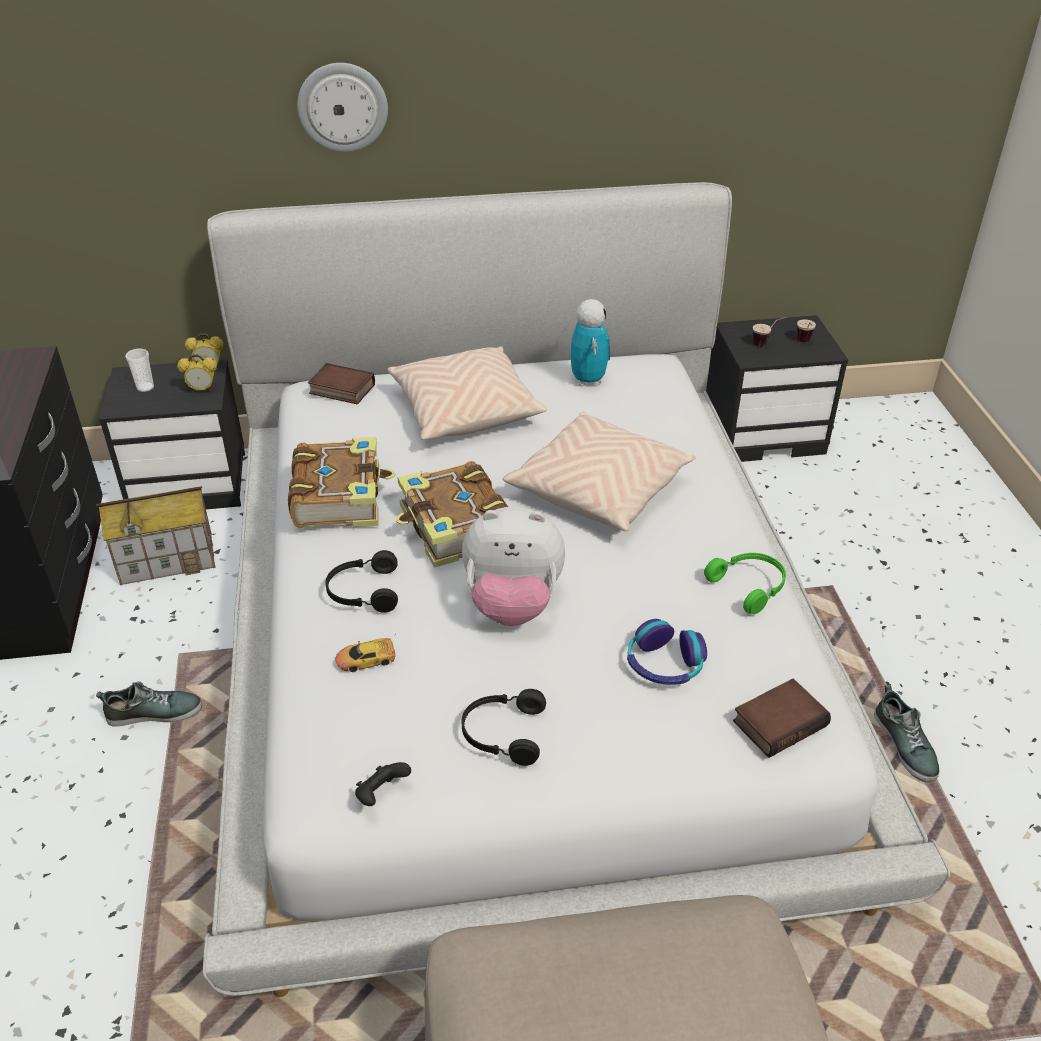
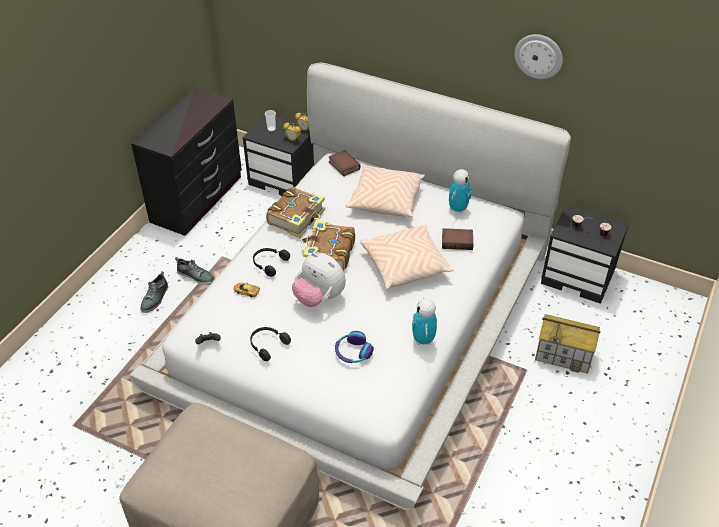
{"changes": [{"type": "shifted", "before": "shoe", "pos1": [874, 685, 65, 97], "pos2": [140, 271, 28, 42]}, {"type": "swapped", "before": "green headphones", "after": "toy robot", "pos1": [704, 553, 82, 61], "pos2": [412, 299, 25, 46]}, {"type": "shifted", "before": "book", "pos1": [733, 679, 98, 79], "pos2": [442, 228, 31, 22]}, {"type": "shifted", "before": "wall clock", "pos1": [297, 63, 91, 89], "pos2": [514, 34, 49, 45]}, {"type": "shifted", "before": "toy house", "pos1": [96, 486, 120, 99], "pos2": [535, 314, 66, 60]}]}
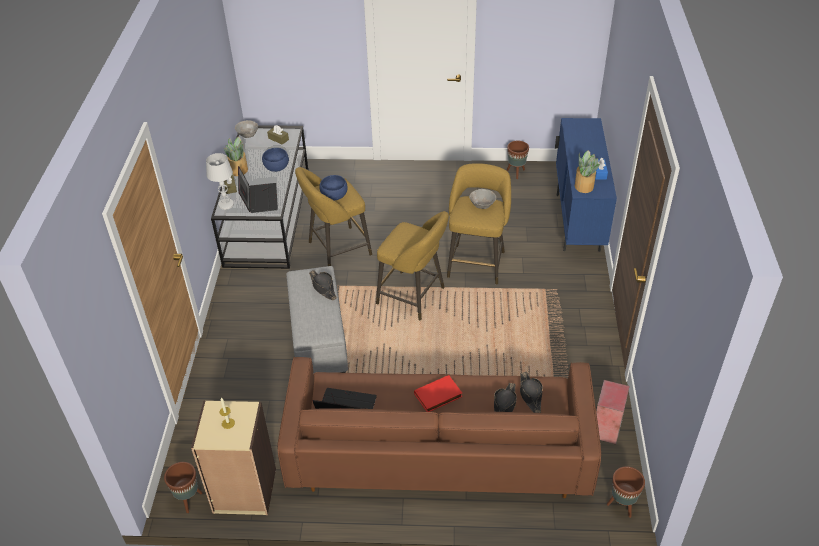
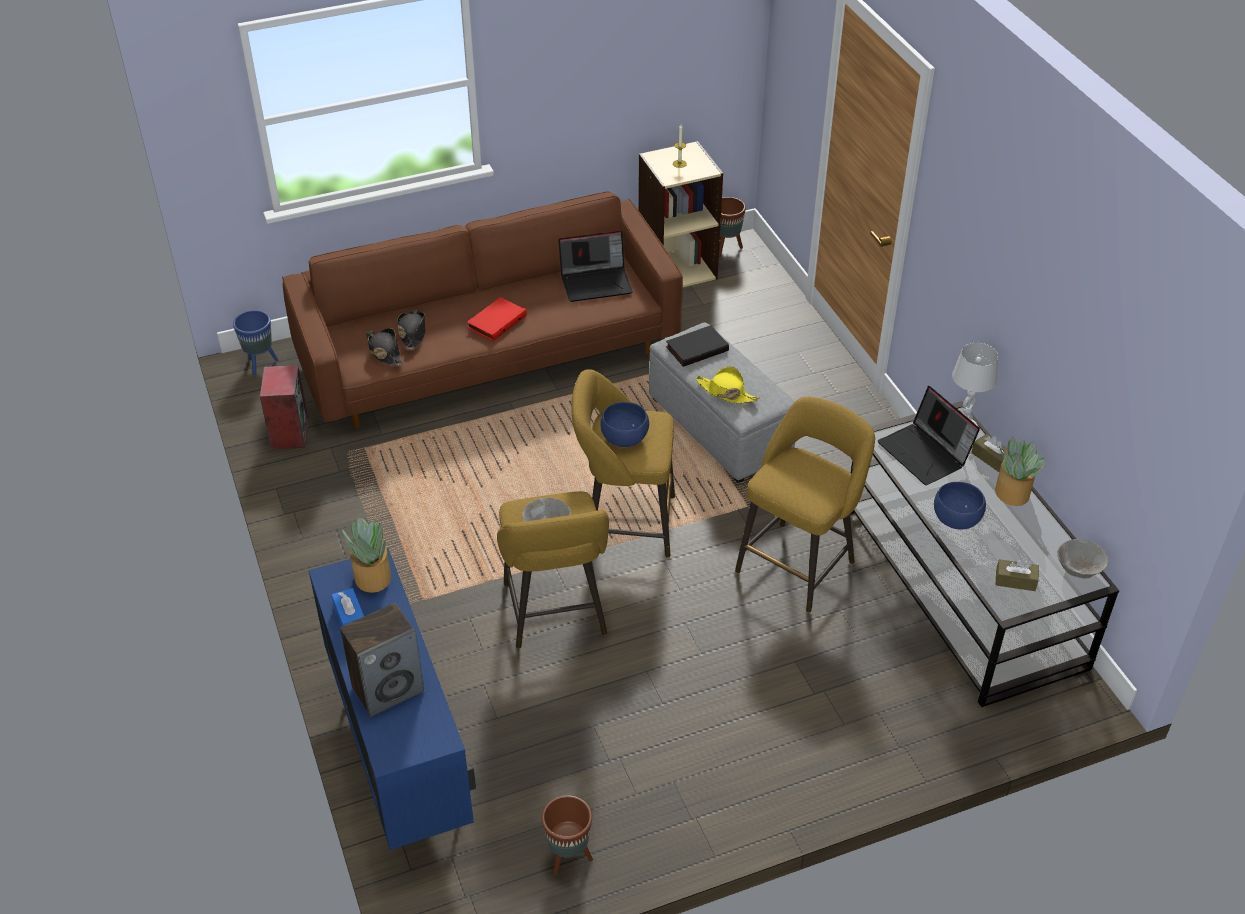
{"changes": [{"type": "repainted", "before": "brown planter", "after": "blue planter", "pos1": [607, 466, 38, 52], "pos2": [233, 310, 46, 65]}, {"type": "new", "after": "speaker", "pos2": [340, 603, 84, 114]}, {"type": "shifted", "before": "blue bowl", "pos1": [319, 175, 29, 25], "pos2": [601, 402, 48, 45]}, {"type": "new", "after": "black book", "pos2": [666, 325, 63, 42]}, {"type": "repainted", "before": "black hat", "after": "yellow hat", "pos1": [309, 270, 28, 30], "pos2": [695, 367, 65, 37]}]}
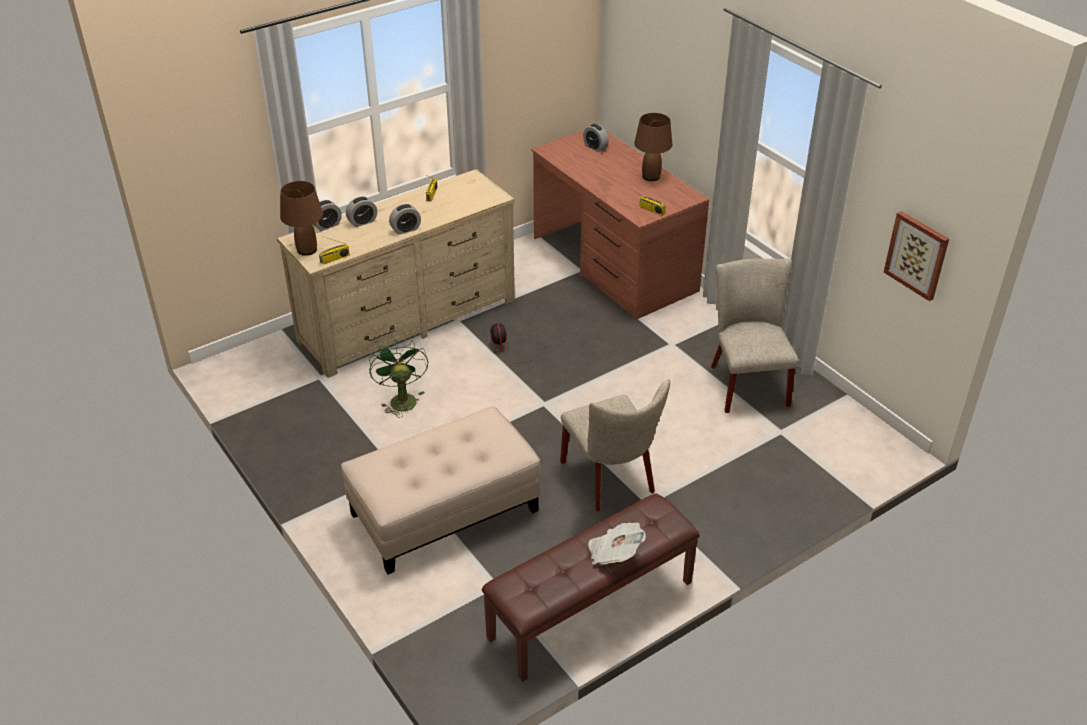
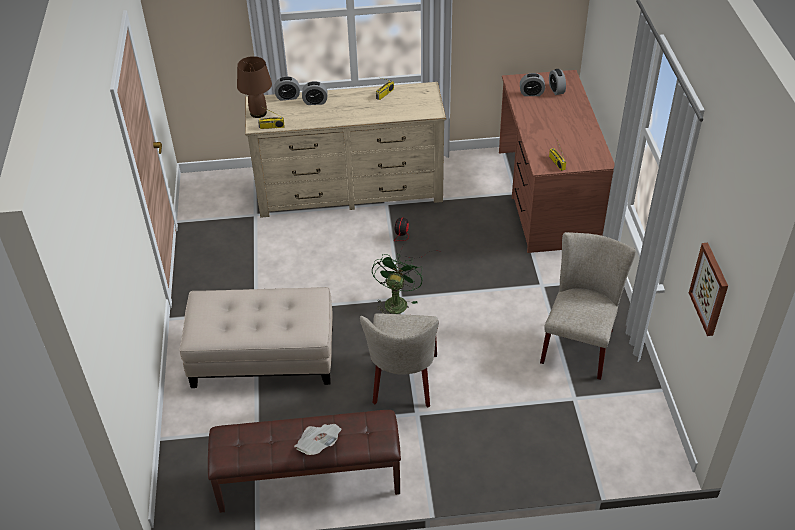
{"changes": [{"type": "shifted", "before": "green fan", "pos1": [369, 340, 59, 78], "pos2": [372, 253, 51, 61]}, {"type": "shifted", "before": "alarm clock", "pos1": [389, 204, 32, 31], "pos2": [520, 73, 25, 23]}, {"type": "gone", "before": "brown table lamp", "pos1": [634, 113, 38, 68]}]}
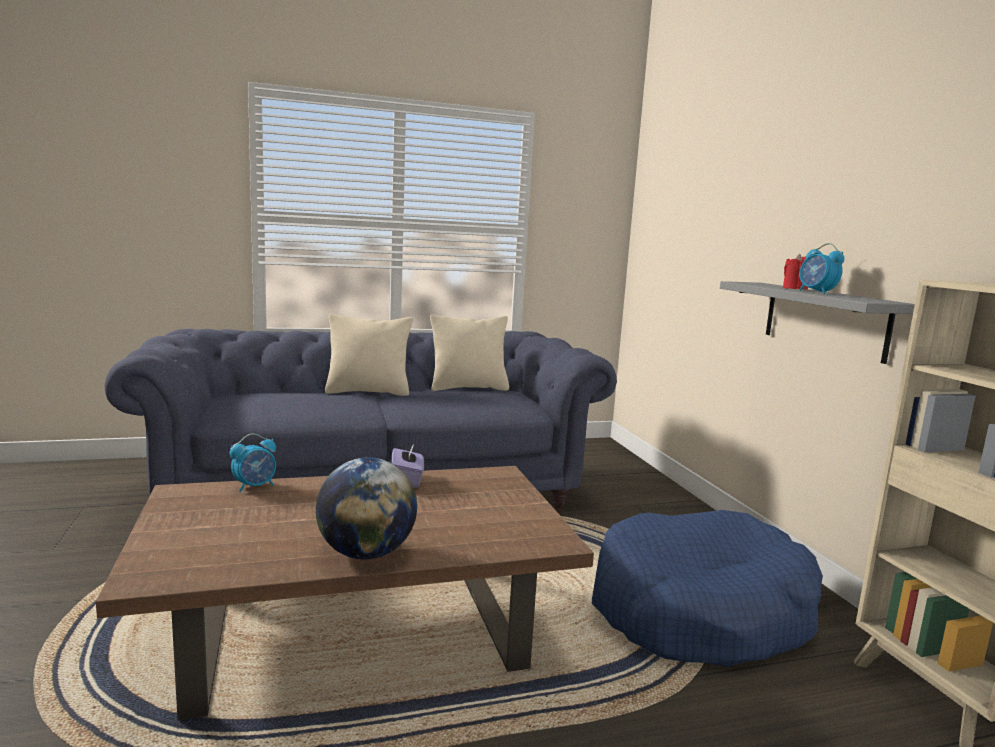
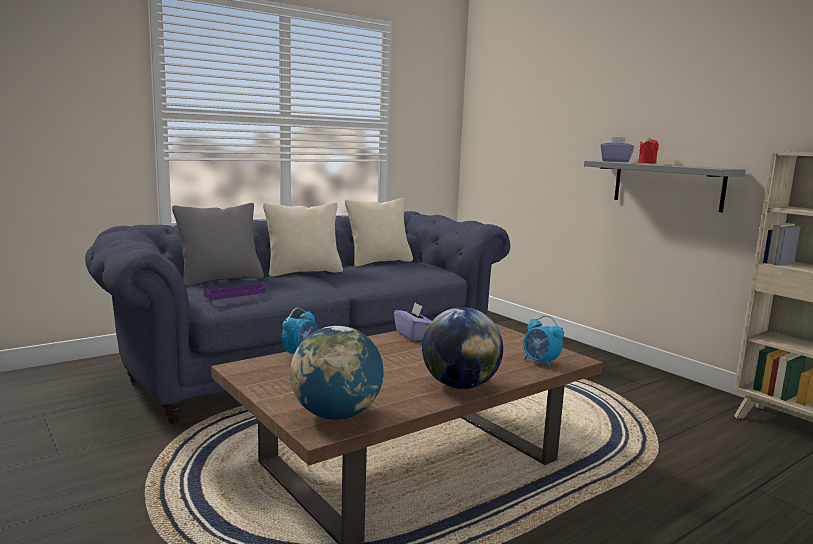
{"changes": [{"type": "new", "after": "grey pillow", "pos2": [172, 203, 92, 83]}, {"type": "new", "after": "purple tray", "pos2": [204, 281, 62, 19]}, {"type": "new", "after": "globe", "pos2": [290, 326, 94, 94]}, {"type": "shifted", "before": "alarm clock", "pos1": [799, 243, 46, 51], "pos2": [523, 315, 41, 53]}, {"type": "new", "after": "purple tissue box", "pos2": [600, 137, 34, 25]}, {"type": "gone", "before": "blue dog bed", "pos1": [592, 510, 231, 157]}]}
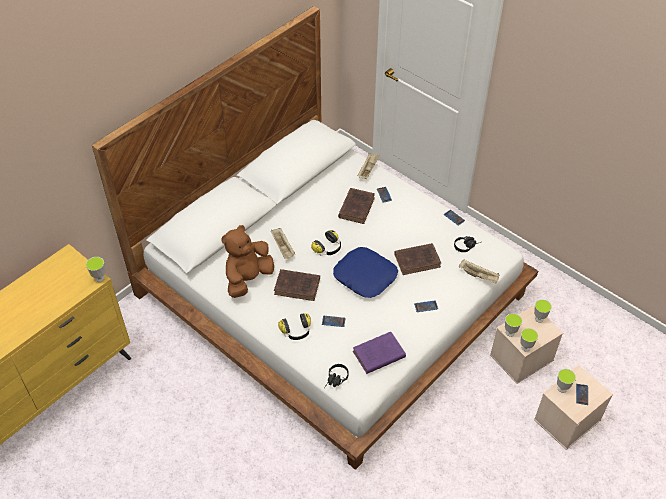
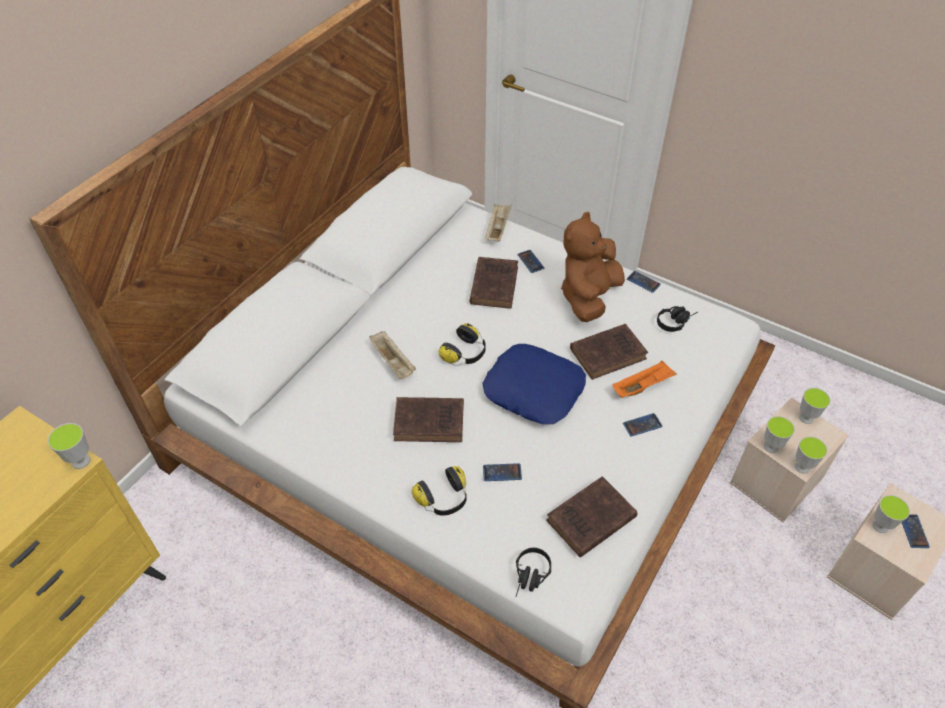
{"changes": [{"type": "repainted", "before": "purple book", "after": "brown book", "pos1": [353, 332, 53, 42], "pos2": [546, 476, 91, 82]}, {"type": "shifted", "before": "brown plush toy", "pos1": [221, 225, 53, 73], "pos2": [561, 212, 64, 110]}, {"type": "new", "after": "orange tray", "pos2": [613, 361, 64, 37]}, {"type": "gone", "before": "beige tray", "pos1": [459, 260, 41, 24]}]}
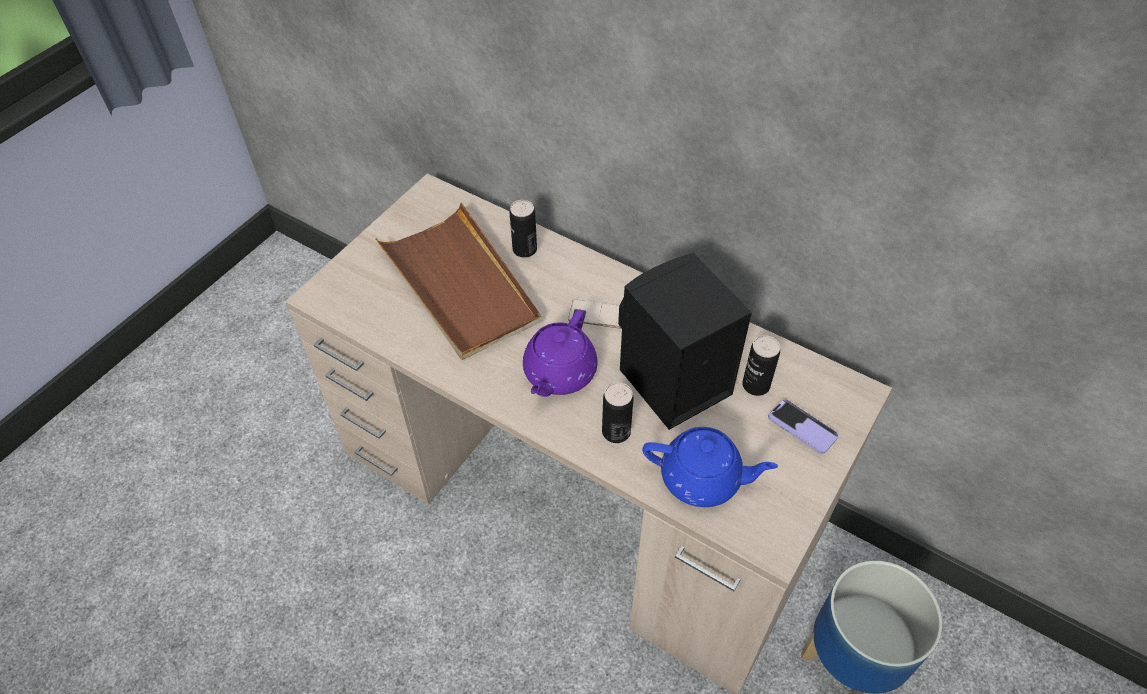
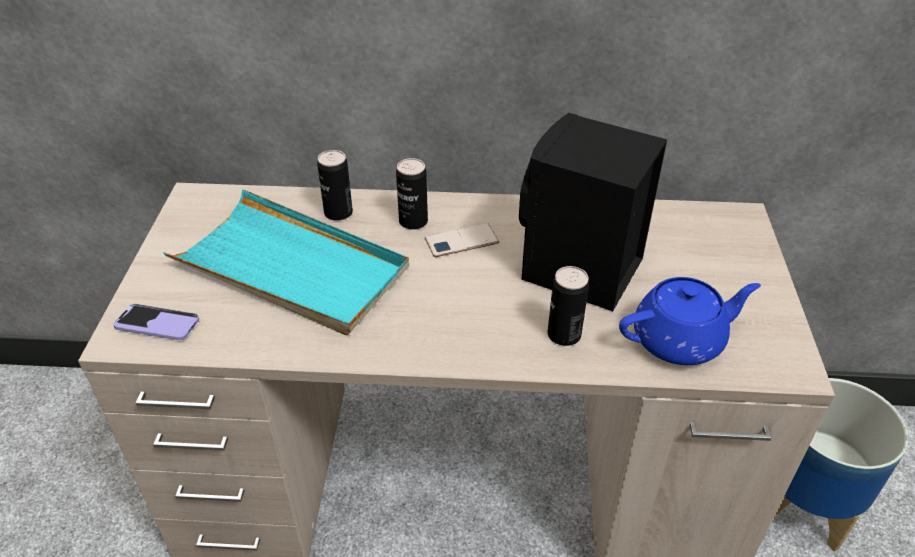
{"changes": [{"type": "shifted", "before": "phone", "pos1": [768, 399, 70, 55], "pos2": [113, 304, 86, 36]}, {"type": "repainted", "before": "brown tray", "after": "turquoise tray", "pos1": [376, 203, 166, 157], "pos2": [163, 189, 246, 146]}, {"type": "shifted", "before": "can", "pos1": [742, 335, 38, 61], "pos2": [396, 158, 32, 72]}, {"type": "gone", "before": "purple teapot", "pos1": [523, 310, 74, 87]}]}
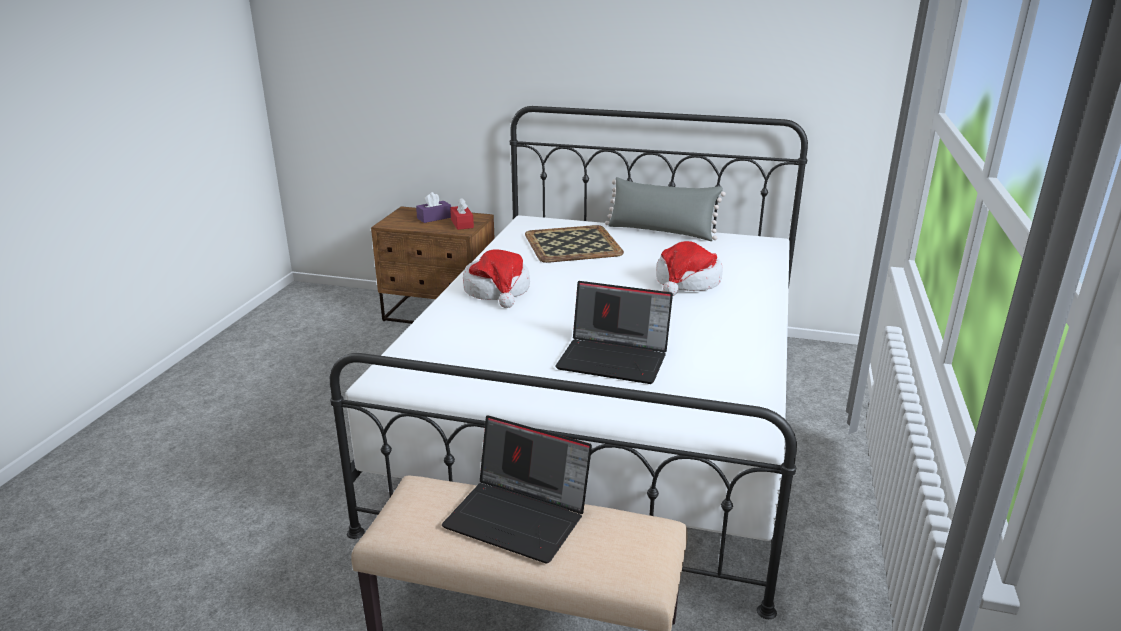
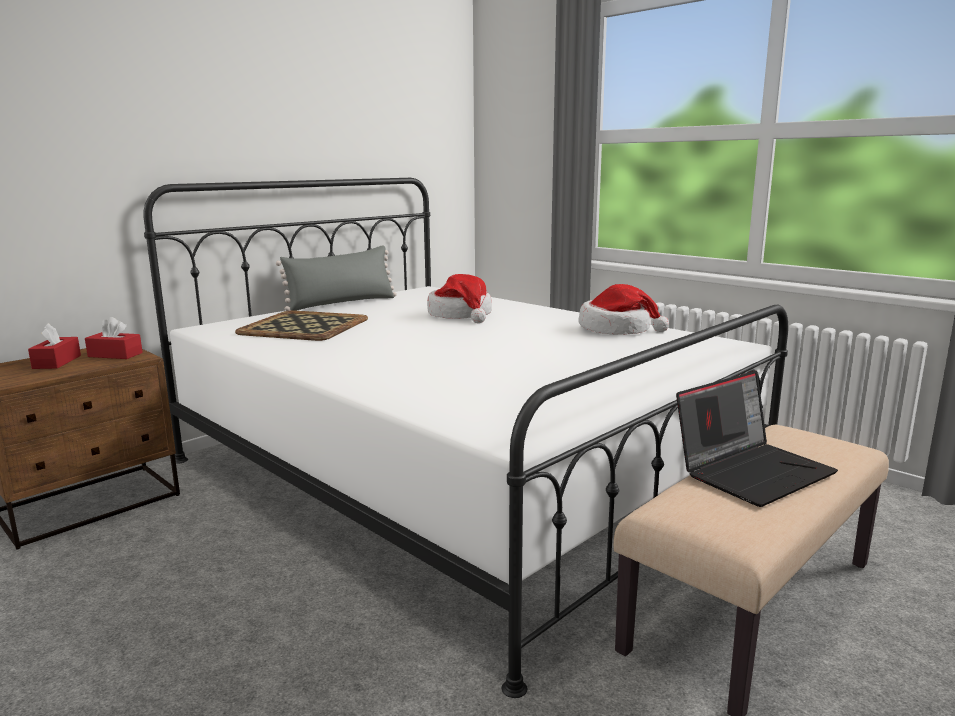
{"changes": [{"type": "repainted", "before": "purple tissue box", "after": "red tissue box", "pos1": [416, 192, 35, 31], "pos2": [28, 323, 53, 46]}, {"type": "shifted", "before": "hat", "pos1": [463, 249, 67, 59], "pos2": [578, 284, 91, 51]}, {"type": "gone", "before": "laptop", "pos1": [555, 281, 118, 103]}]}
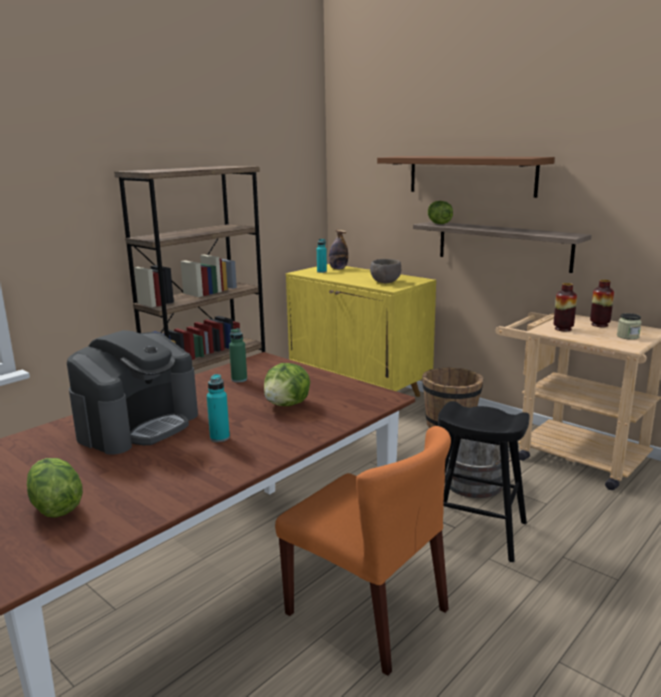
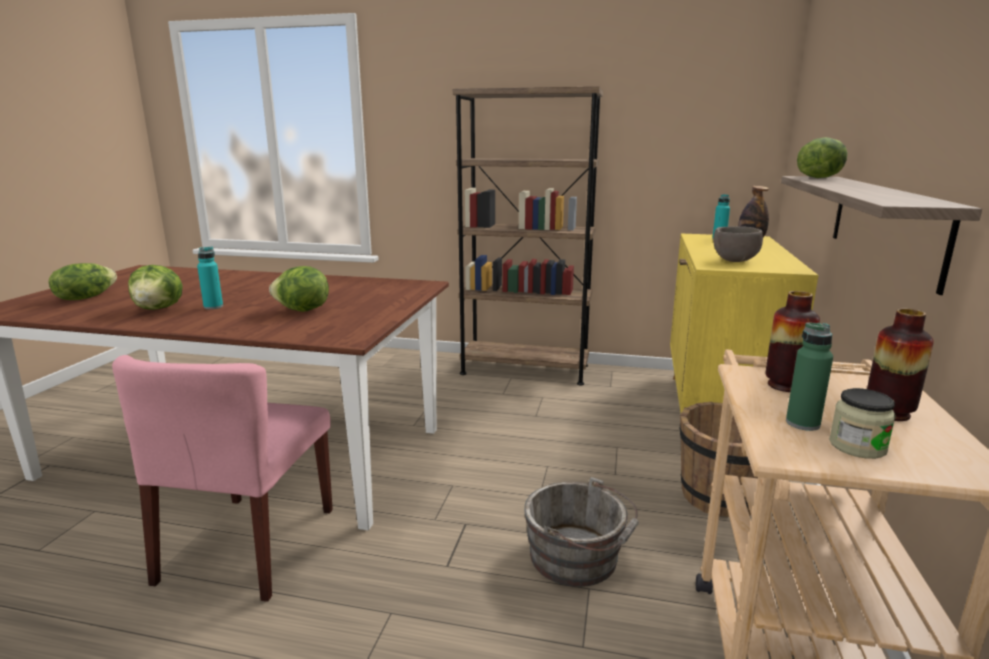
{"changes": [{"type": "repainted", "before": "orange chair", "after": "pink chair", "pos1": [275, 426, 176, 250], "pos2": [112, 355, 221, 247]}, {"type": "new", "after": "lettuce", "pos2": [128, 265, 55, 45]}, {"type": "shifted", "before": "green bottle", "pos1": [229, 328, 18, 54], "pos2": [786, 322, 47, 109]}, {"type": "gone", "before": "coffee machine", "pos1": [67, 330, 131, 125]}, {"type": "gone", "before": "brown shelf", "pos1": [377, 156, 178, 42]}, {"type": "gone", "before": "black stool", "pos1": [438, 401, 91, 161]}]}
